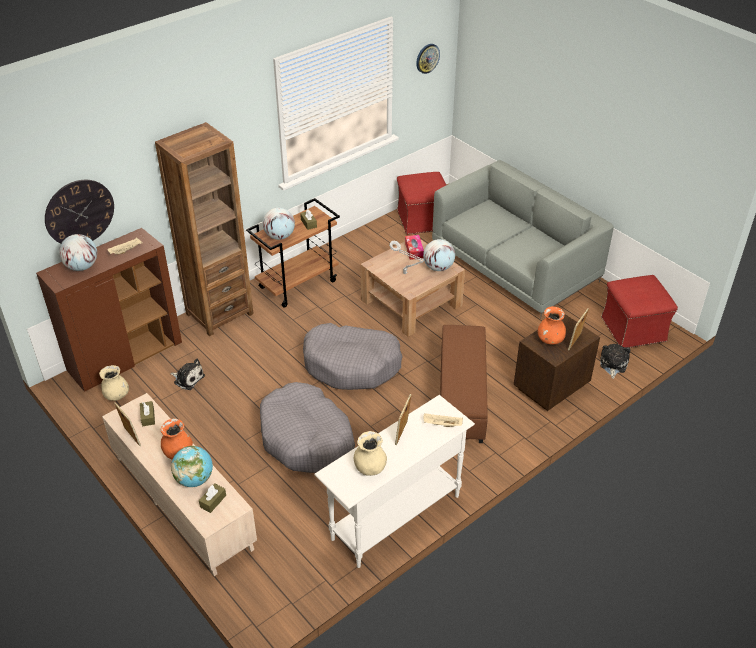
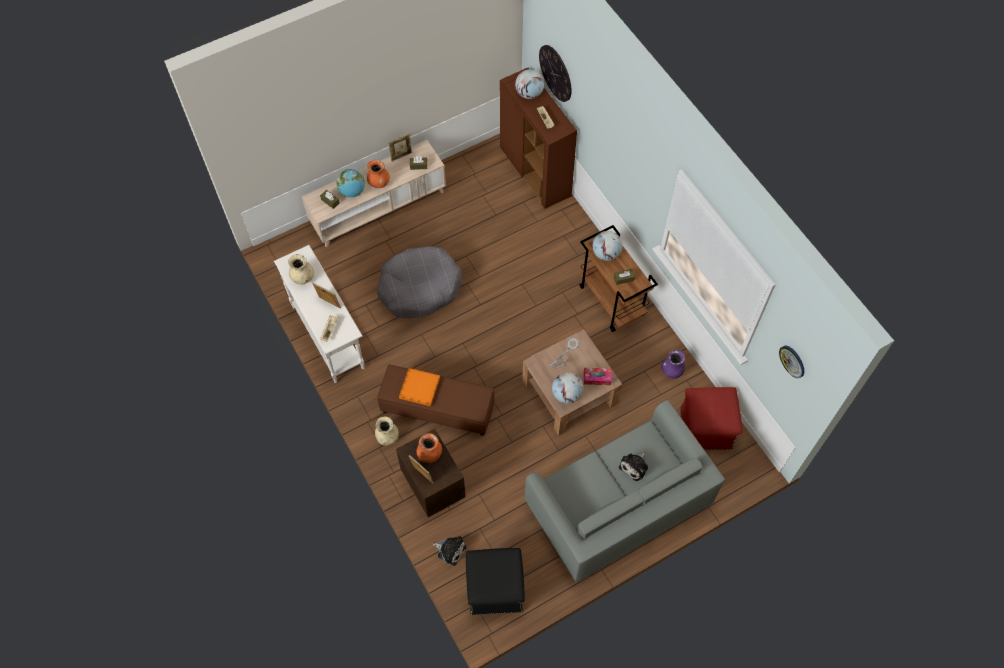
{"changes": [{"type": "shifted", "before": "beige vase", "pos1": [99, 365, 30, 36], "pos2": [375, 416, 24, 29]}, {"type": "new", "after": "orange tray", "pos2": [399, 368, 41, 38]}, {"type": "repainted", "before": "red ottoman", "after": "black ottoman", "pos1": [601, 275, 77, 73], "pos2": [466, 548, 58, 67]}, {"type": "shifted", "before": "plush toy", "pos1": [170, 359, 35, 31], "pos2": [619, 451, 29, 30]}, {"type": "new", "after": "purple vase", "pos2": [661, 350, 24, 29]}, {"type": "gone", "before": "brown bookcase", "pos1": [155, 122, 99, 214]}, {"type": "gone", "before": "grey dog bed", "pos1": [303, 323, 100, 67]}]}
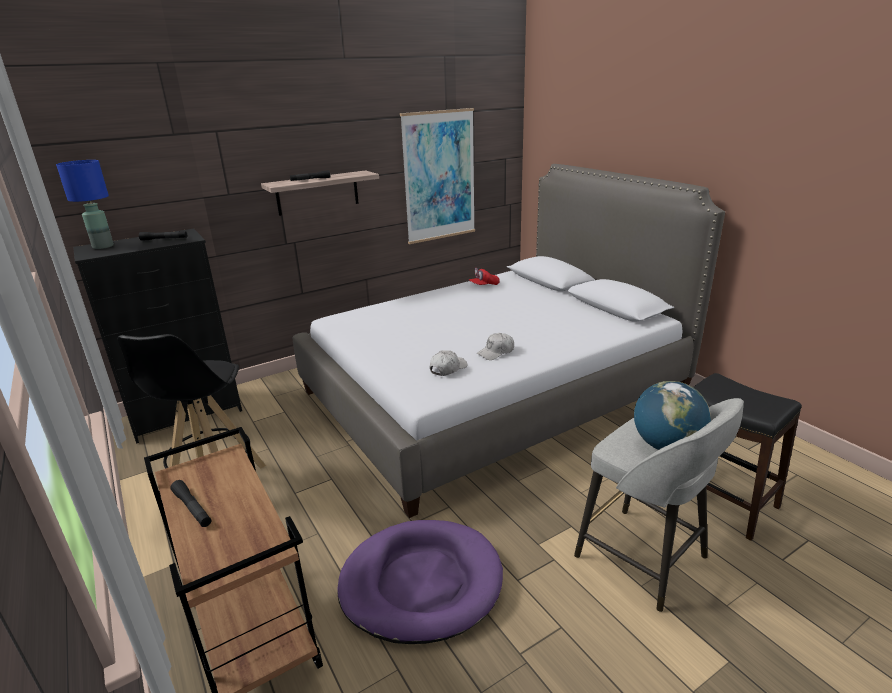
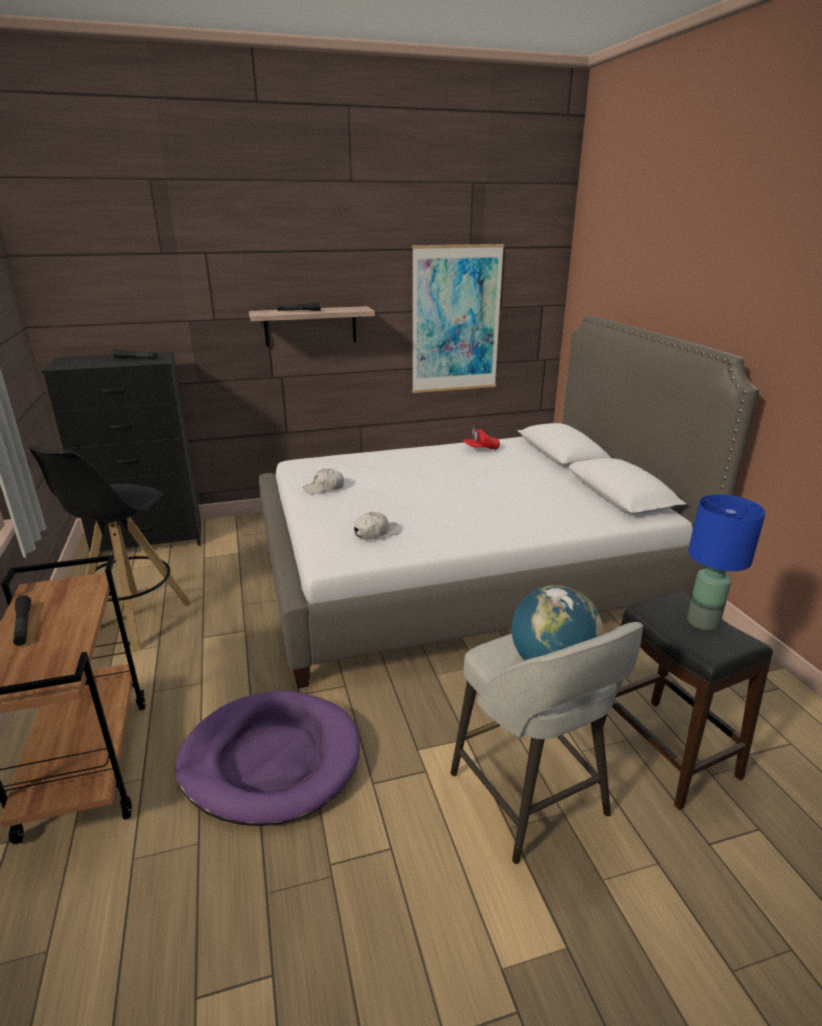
{"changes": [{"type": "shifted", "before": "white cap", "pos1": [477, 333, 37, 27], "pos2": [303, 469, 41, 25]}, {"type": "shifted", "before": "blue table lamp", "pos1": [56, 160, 58, 89], "pos2": [687, 494, 79, 137]}]}
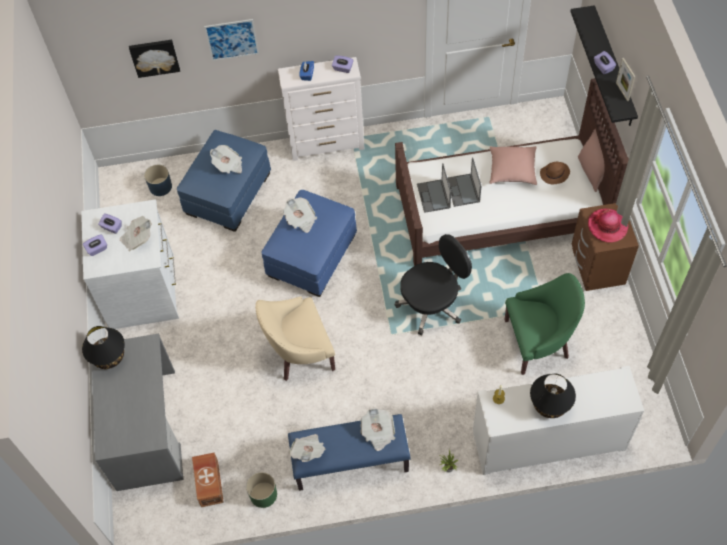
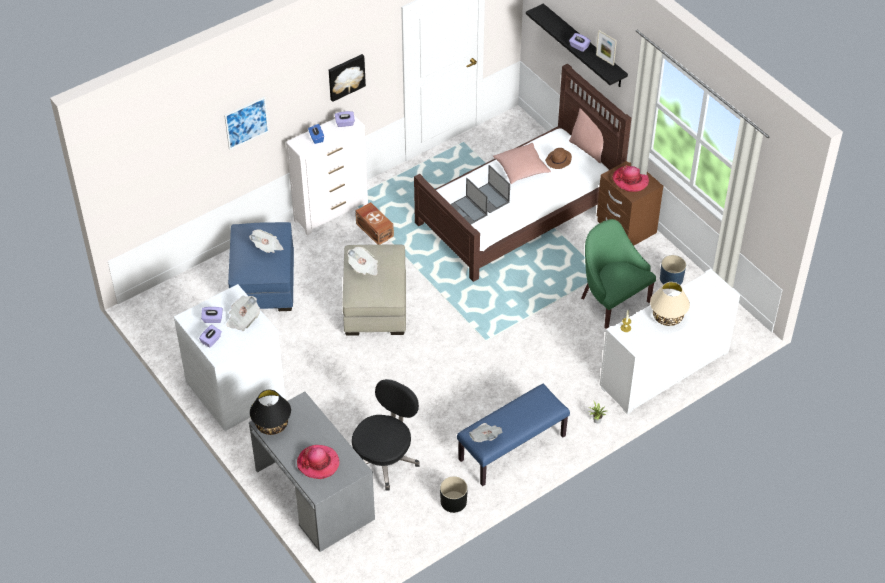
{"changes": [{"type": "new", "after": "hat", "pos2": [297, 445, 43, 34]}, {"type": "shifted", "before": "picture", "pos1": [129, 40, 51, 38], "pos2": [329, 54, 37, 48]}, {"type": "repainted", "before": "blue ottoman", "after": "beige ottoman", "pos1": [262, 190, 95, 107], "pos2": [342, 245, 64, 91]}, {"type": "shifted", "before": "black office chair", "pos1": [394, 234, 78, 101], "pos2": [352, 379, 68, 112]}, {"type": "shifted", "before": "brown storage box", "pos1": [192, 453, 32, 54], "pos2": [355, 202, 39, 43]}, {"type": "repainted", "before": "green planter", "after": "black planter", "pos1": [246, 472, 31, 36], "pos2": [440, 476, 28, 37]}, {"type": "rotated", "before": "green armchair", "pos1": [505, 273, 80, 102], "pos2": [581, 219, 75, 110], "turn": -90}, {"type": "repainted", "before": "black table lamp", "after": "beige table lamp", "pos1": [530, 374, 46, 44], "pos2": [650, 282, 40, 44]}, {"type": "shifted", "before": "blue planter", "pos1": [144, 165, 28, 31], "pos2": [660, 255, 26, 30]}, {"type": "gone", "before": "beige armchair", "pos1": [255, 296, 80, 85]}, {"type": "gone", "before": "newspaper", "pos1": [360, 407, 35, 44]}]}
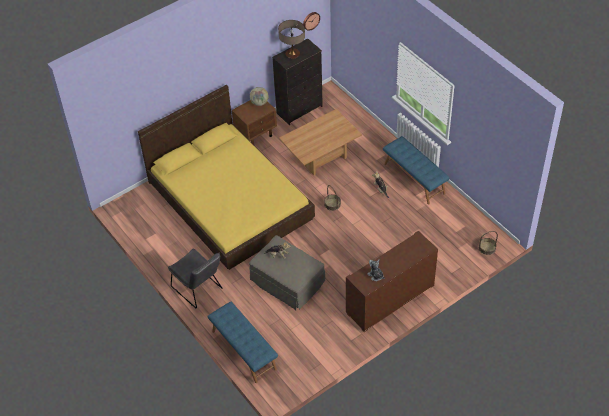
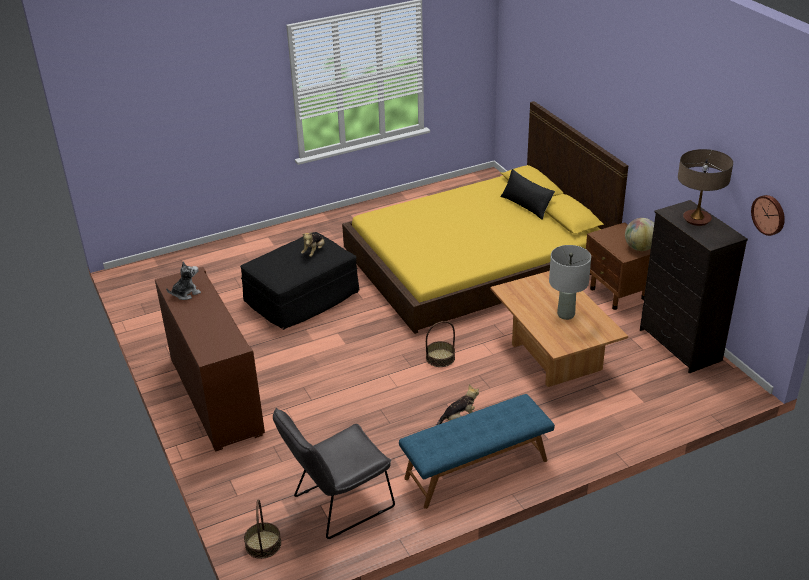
{"changes": [{"type": "repainted", "before": "beige ottoman", "after": "black ottoman", "pos1": [249, 235, 76, 75], "pos2": [240, 232, 119, 98]}, {"type": "shifted", "before": "grey chair", "pos1": [168, 249, 54, 59], "pos2": [273, 408, 122, 131]}, {"type": "new", "after": "black pillow", "pos2": [500, 169, 55, 51]}, {"type": "new", "after": "grey table lamp", "pos2": [549, 245, 42, 75]}, {"type": "gone", "before": "blue bench", "pos1": [207, 302, 71, 81]}]}
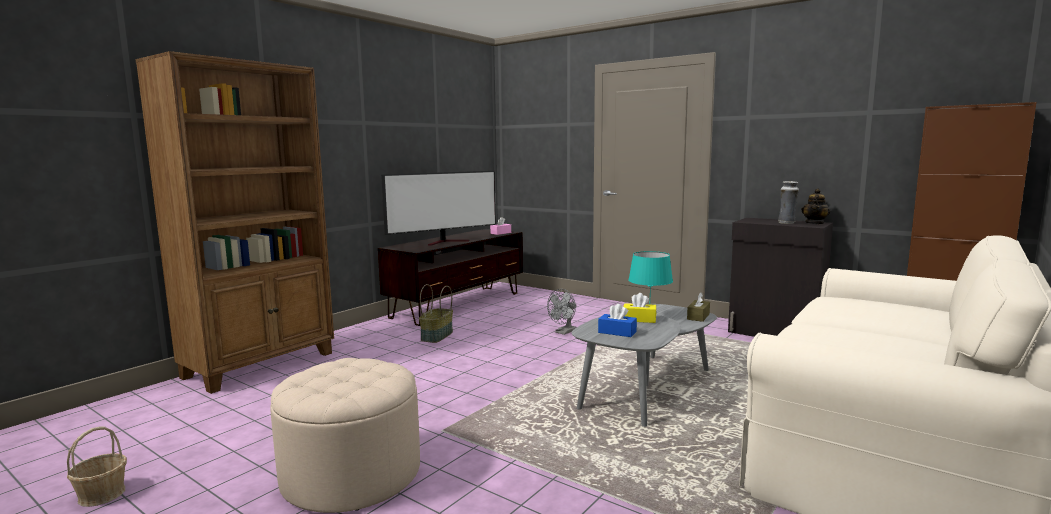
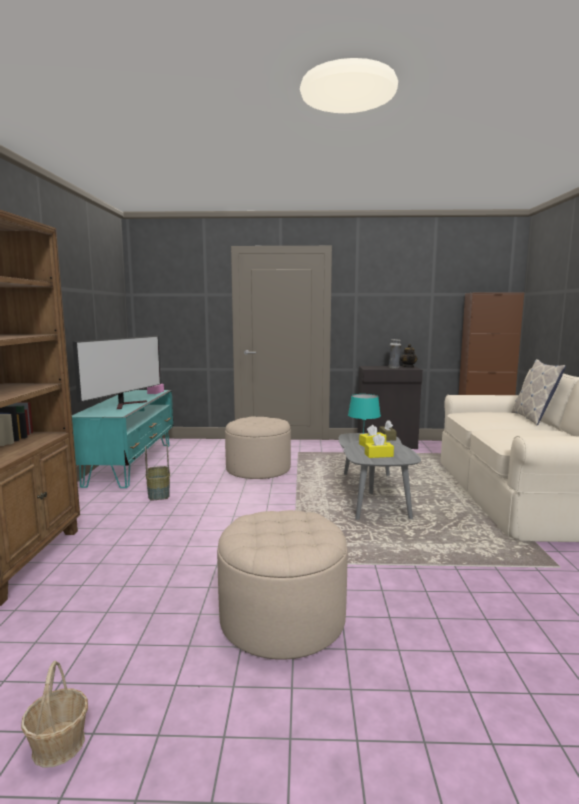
{"changes": [{"type": "repainted", "before": "brown tv stand", "after": "turquoise tv stand", "pos1": [378, 229, 145, 97], "pos2": [72, 390, 101, 98]}, {"type": "swapped", "before": "grey fan", "after": "beige ottoman", "pos1": [547, 289, 30, 46], "pos2": [225, 416, 66, 63]}, {"type": "repainted", "before": "blue tissue box", "after": "yellow tissue box", "pos1": [598, 304, 39, 33], "pos2": [365, 434, 29, 24]}, {"type": "new", "after": "pillow", "pos2": [512, 359, 54, 66]}]}
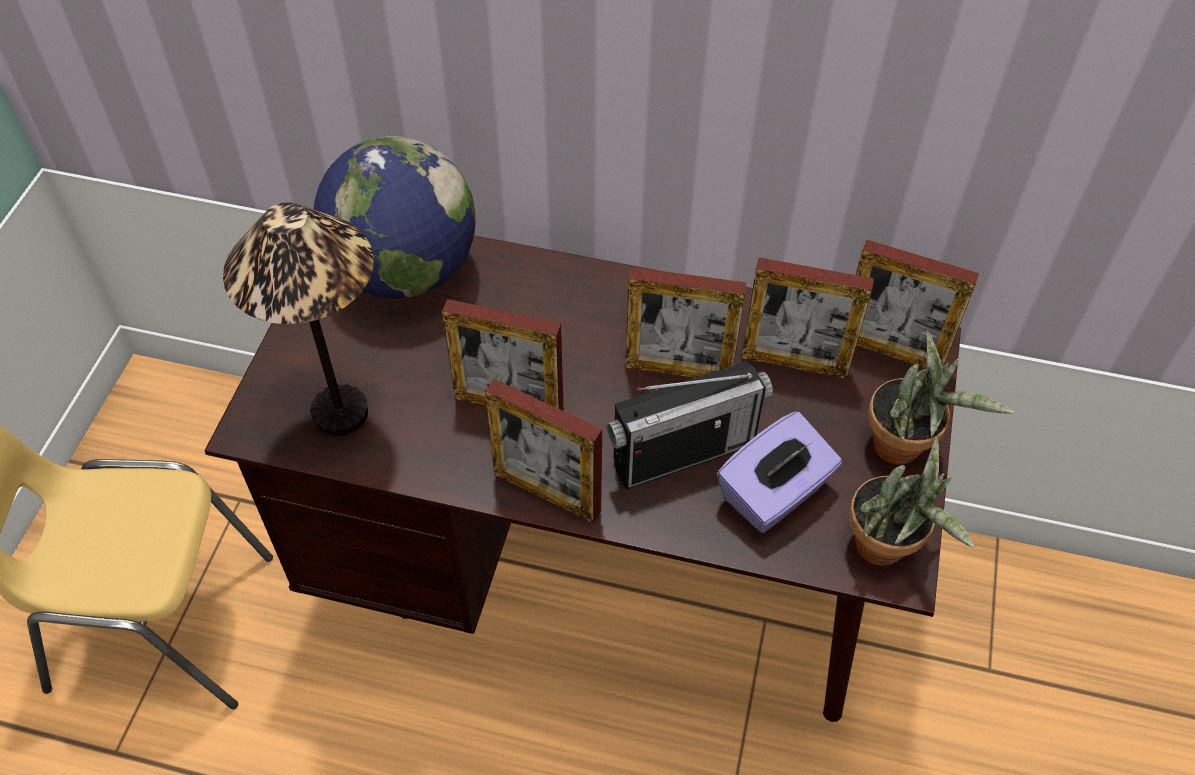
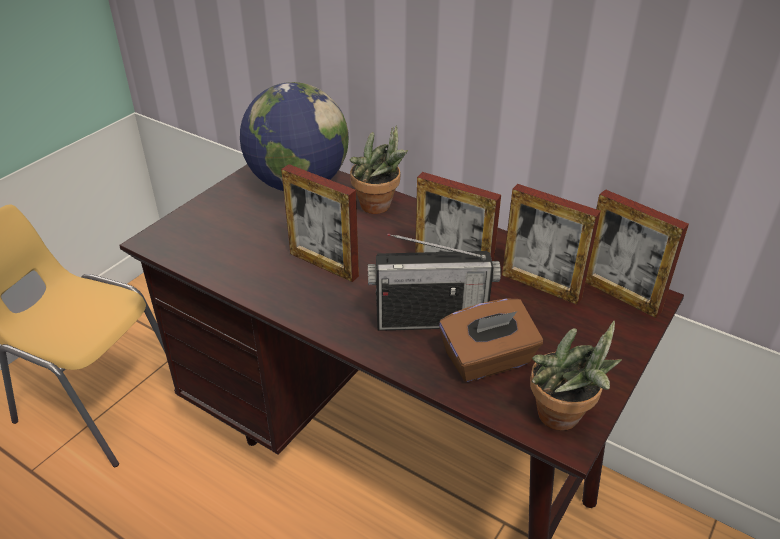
{"changes": [{"type": "shifted", "before": "potted plant", "pos1": [868, 330, 146, 135], "pos2": [350, 125, 58, 89]}, {"type": "repainted", "before": "purple tissue box", "after": "brown tissue box", "pos1": [717, 411, 125, 122], "pos2": [439, 299, 104, 83]}, {"type": "gone", "before": "table lamp", "pos1": [223, 202, 151, 234]}, {"type": "gone", "before": "picture frame", "pos1": [485, 379, 117, 144]}]}
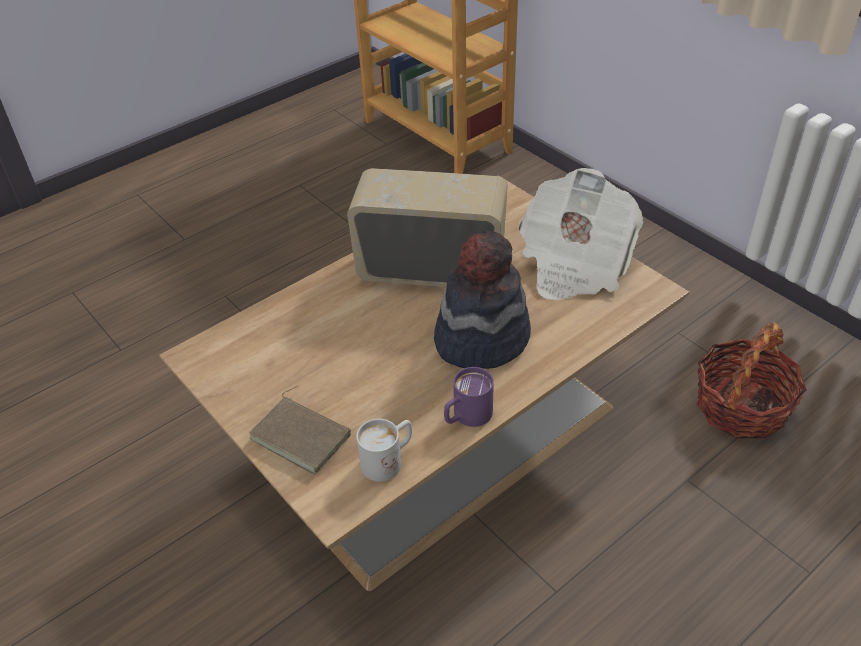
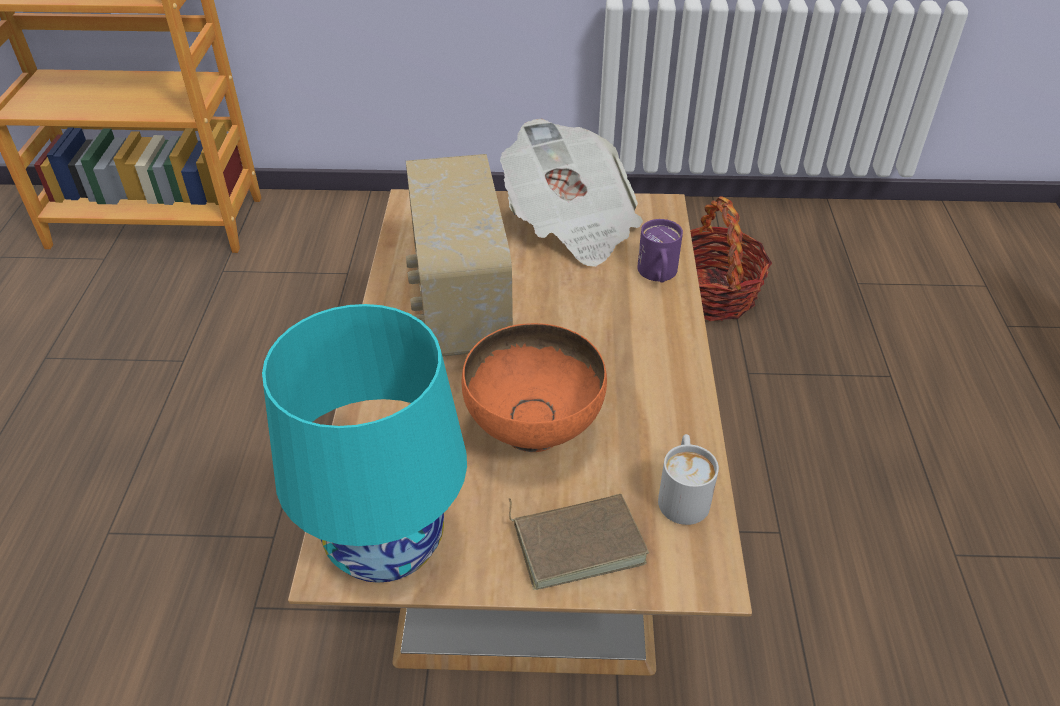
{"changes": [{"type": "new", "after": "turquoise table lamp", "pos2": [262, 304, 205, 279]}, {"type": "rotated", "before": "radio", "pos1": [347, 168, 160, 119], "pos2": [406, 154, 107, 203], "turn": -60}, {"type": "new", "after": "orange bowl", "pos2": [462, 323, 145, 129]}, {"type": "shifted", "before": "purple mug", "pos1": [444, 367, 50, 60], "pos2": [637, 219, 46, 64]}, {"type": "gone", "before": "hat", "pos1": [434, 231, 97, 138]}]}
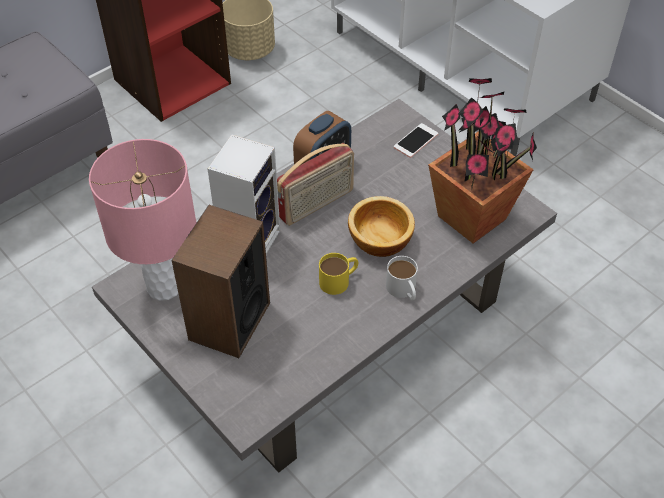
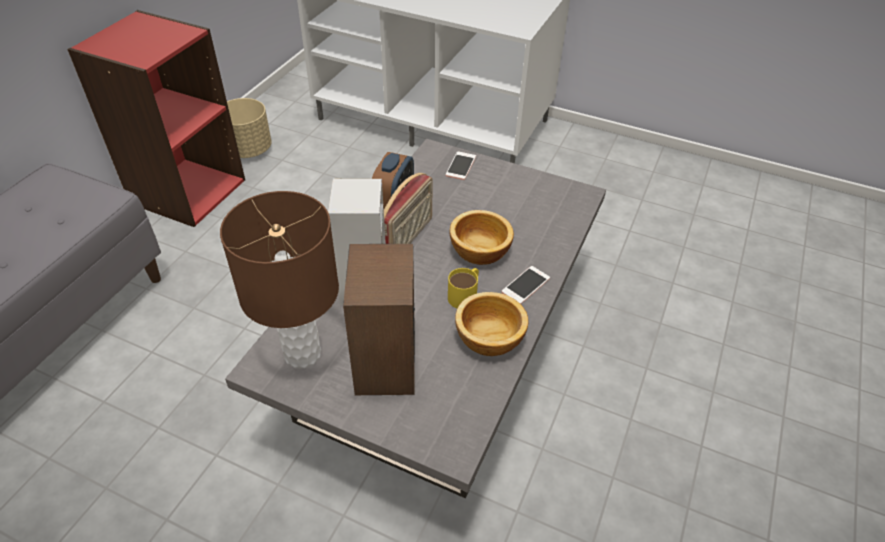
{"changes": [{"type": "repainted", "before": "pink table lamp", "after": "brown table lamp", "pos1": [89, 139, 108, 162], "pos2": [220, 191, 119, 177]}, {"type": "new", "after": "bowl", "pos2": [455, 292, 74, 64]}, {"type": "swapped", "before": "white mug", "after": "phone", "pos1": [386, 256, 32, 45], "pos2": [502, 266, 48, 38]}, {"type": "gone", "before": "potted plant", "pos1": [428, 78, 109, 165]}]}
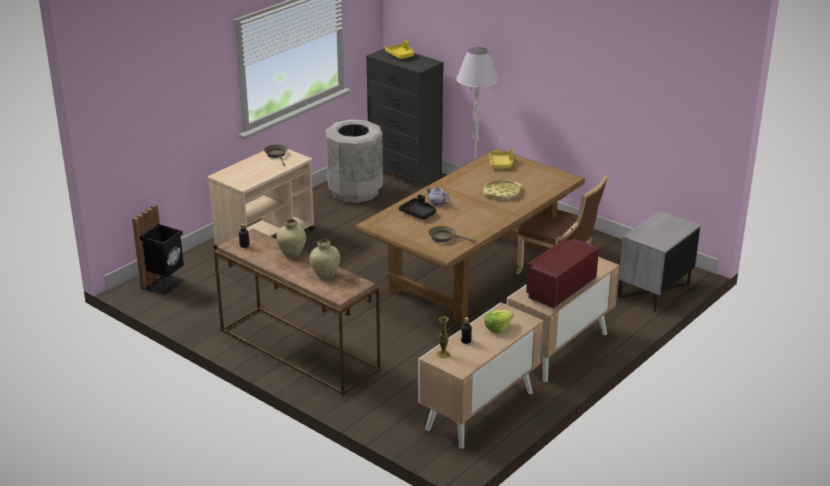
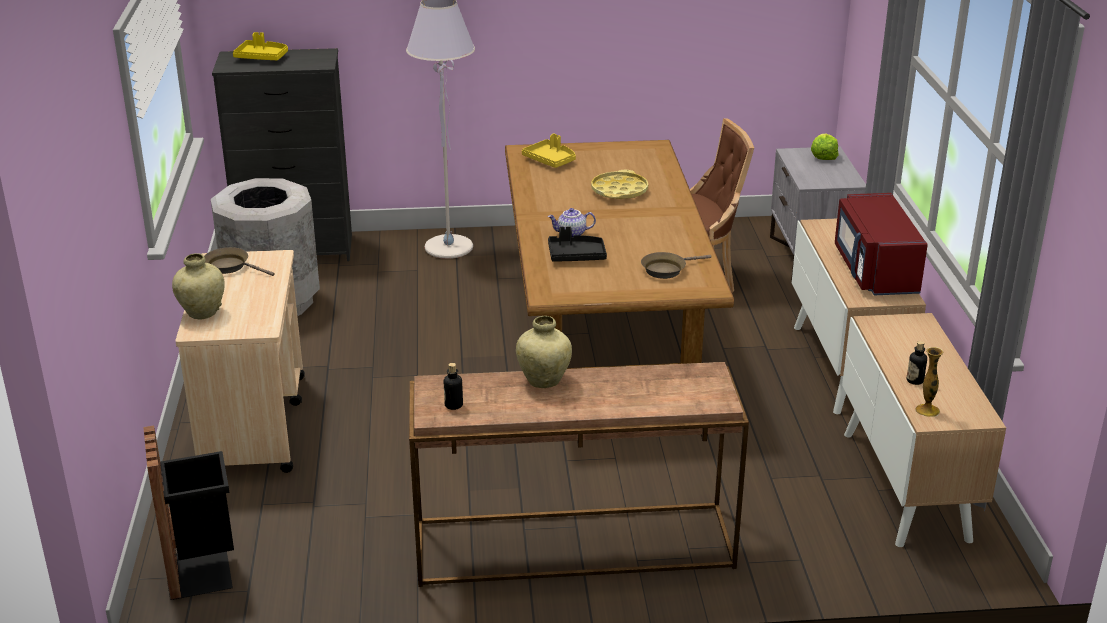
{"changes": [{"type": "shifted", "before": "beige vase", "pos1": [310, 239, 30, 40], "pos2": [172, 253, 53, 67]}, {"type": "shifted", "before": "lettuce", "pos1": [484, 310, 30, 23], "pos2": [811, 134, 28, 26]}]}
